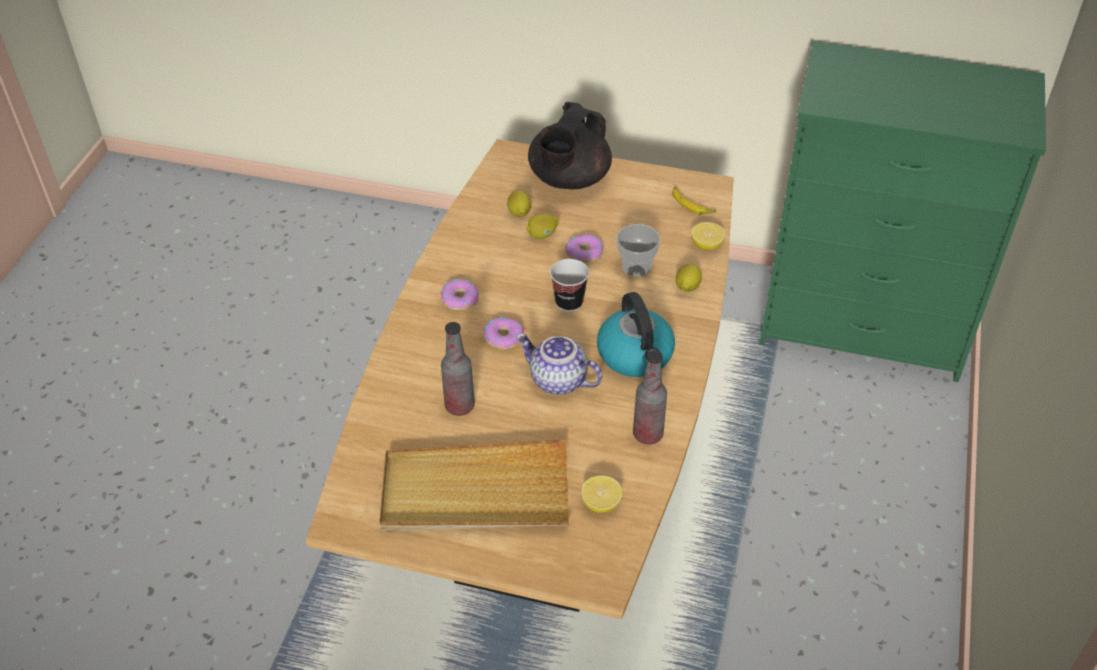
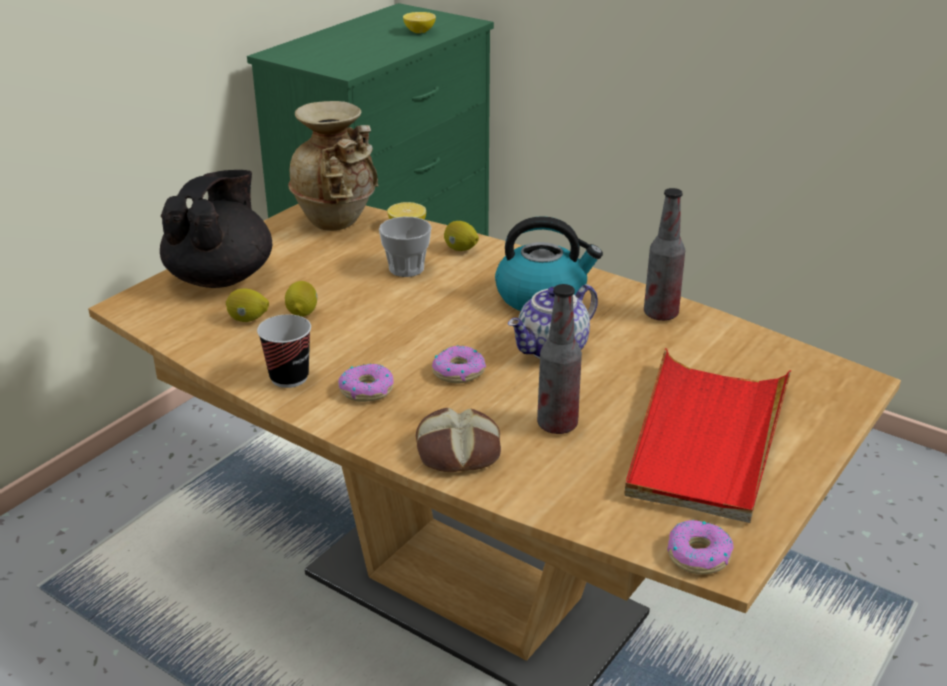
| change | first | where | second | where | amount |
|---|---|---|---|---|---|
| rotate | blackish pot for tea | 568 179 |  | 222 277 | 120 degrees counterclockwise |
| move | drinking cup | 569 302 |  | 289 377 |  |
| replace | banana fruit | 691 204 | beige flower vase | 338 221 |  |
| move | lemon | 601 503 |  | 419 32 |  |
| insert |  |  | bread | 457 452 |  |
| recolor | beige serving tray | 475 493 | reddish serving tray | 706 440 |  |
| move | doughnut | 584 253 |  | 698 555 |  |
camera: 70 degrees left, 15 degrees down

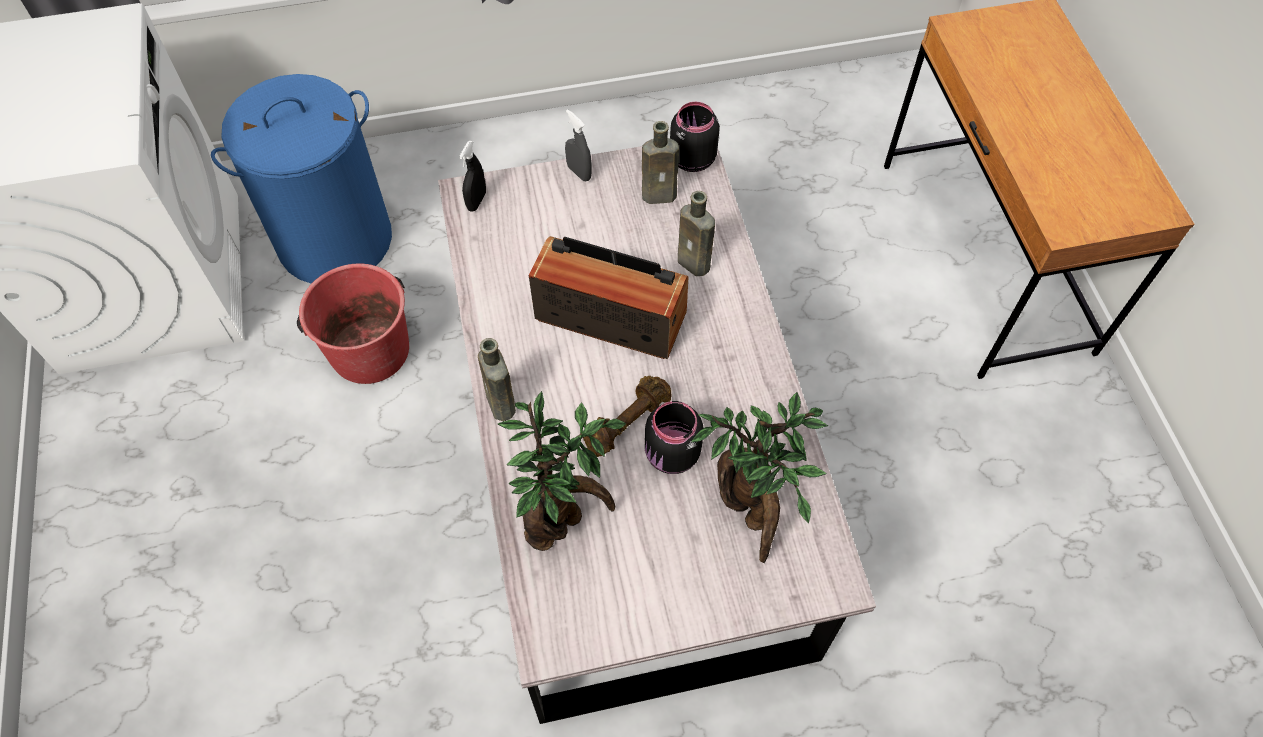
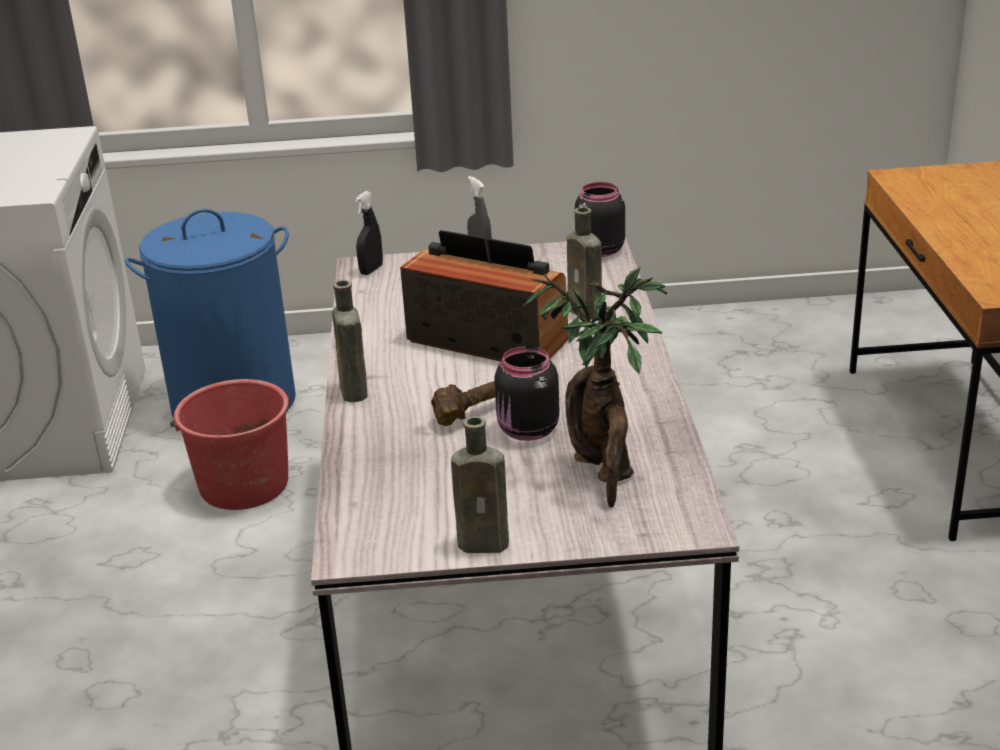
| change | first | where | second | where | amount |
|---|---|---|---|---|---|
| move | brown-coloured drink bottle | 661 195 |  | 487 543 |  |
| delete | houseplant | 563 523 |  |  |  |
camera: 10 degrees right, 30 degrees down

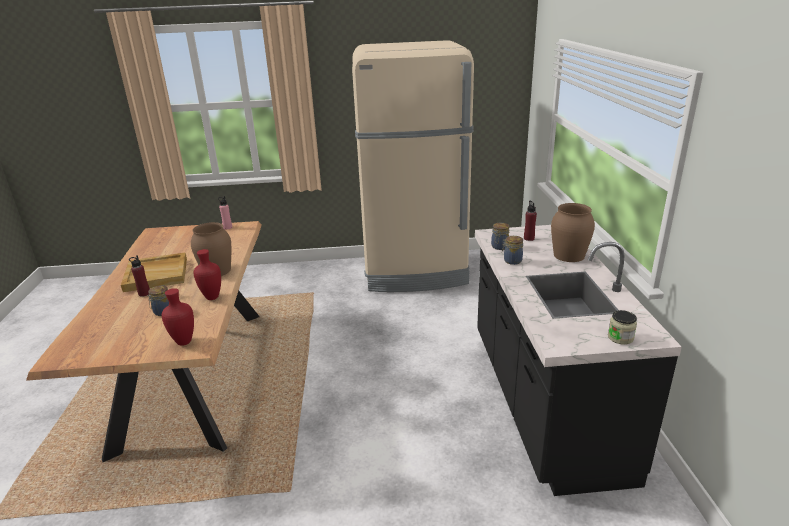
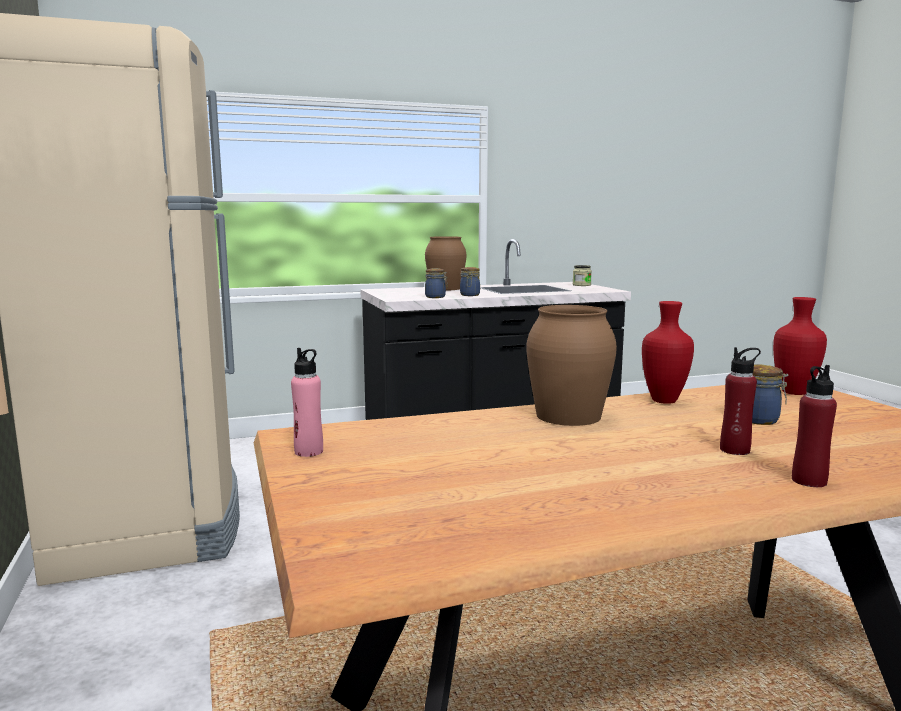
| change | first | where | second | where | amount |
|---|---|---|---|---|---|
| move | reddish drink bottle | 529 238 |  | 809 481 |  |
| delete | beige serving tray | 157 274 |  |  |  |
camera: 105 degrees left, 15 degrees down

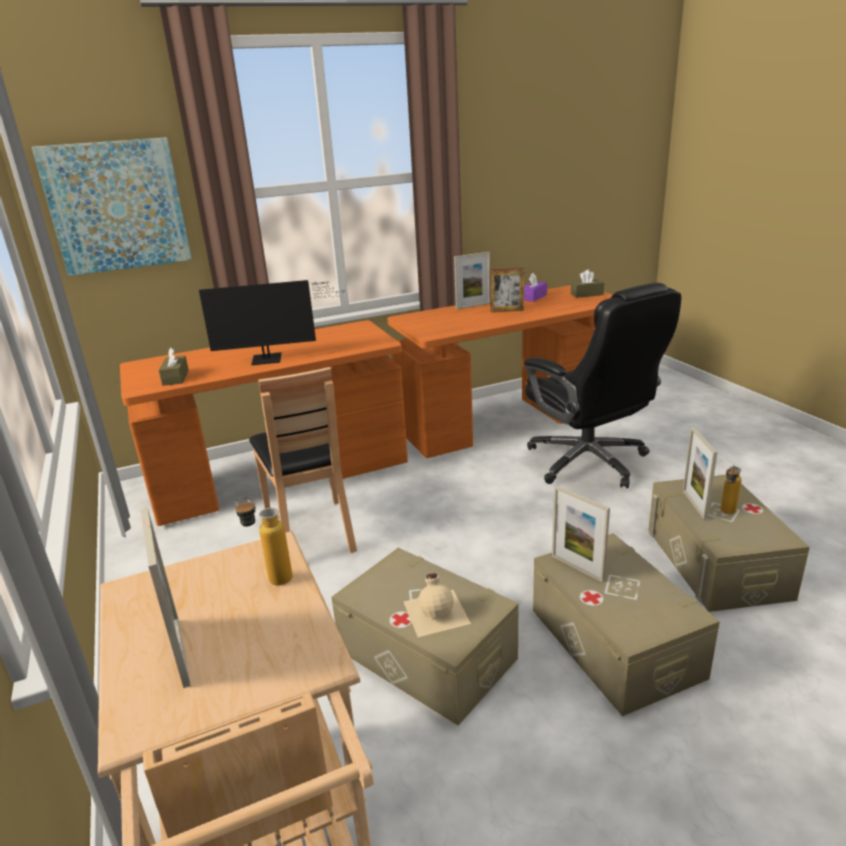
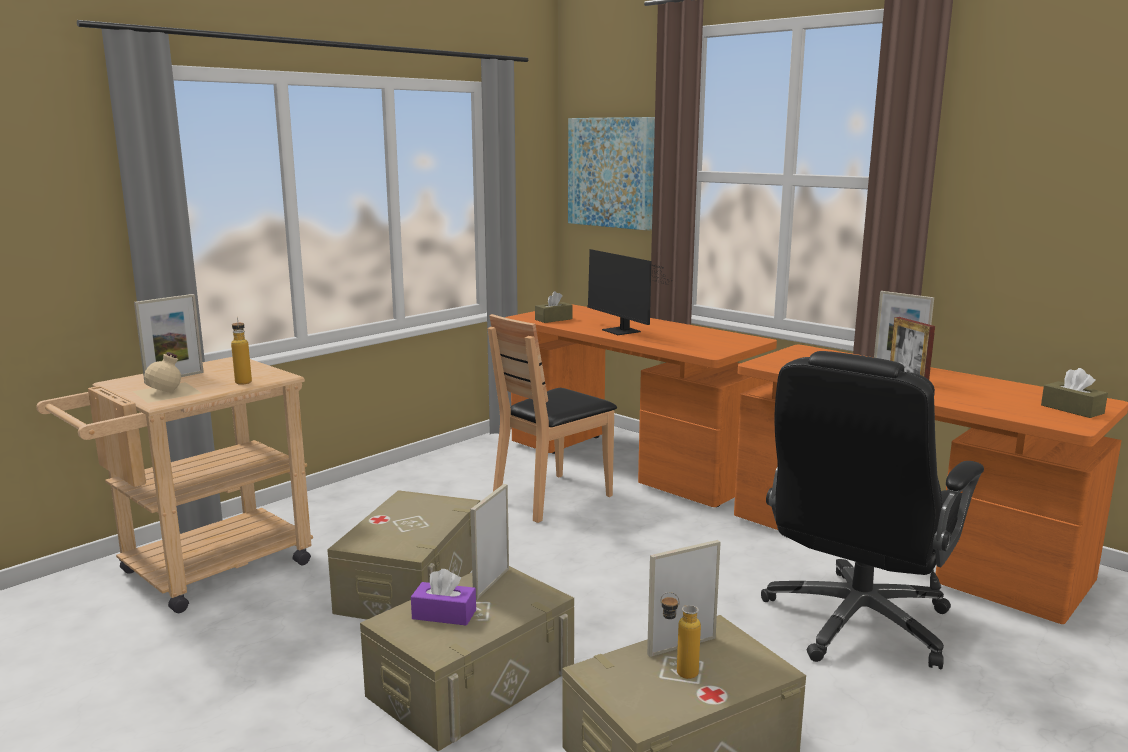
| change | first | where | second | where | amount |
|---|---|---|---|---|---|
| move | beige drink bottle | 436 611 |  | 168 392 |  |
| move | purplish tissue box | 533 297 |  | 444 614 |  |
camera: 65 degrees right, 10 degrees down

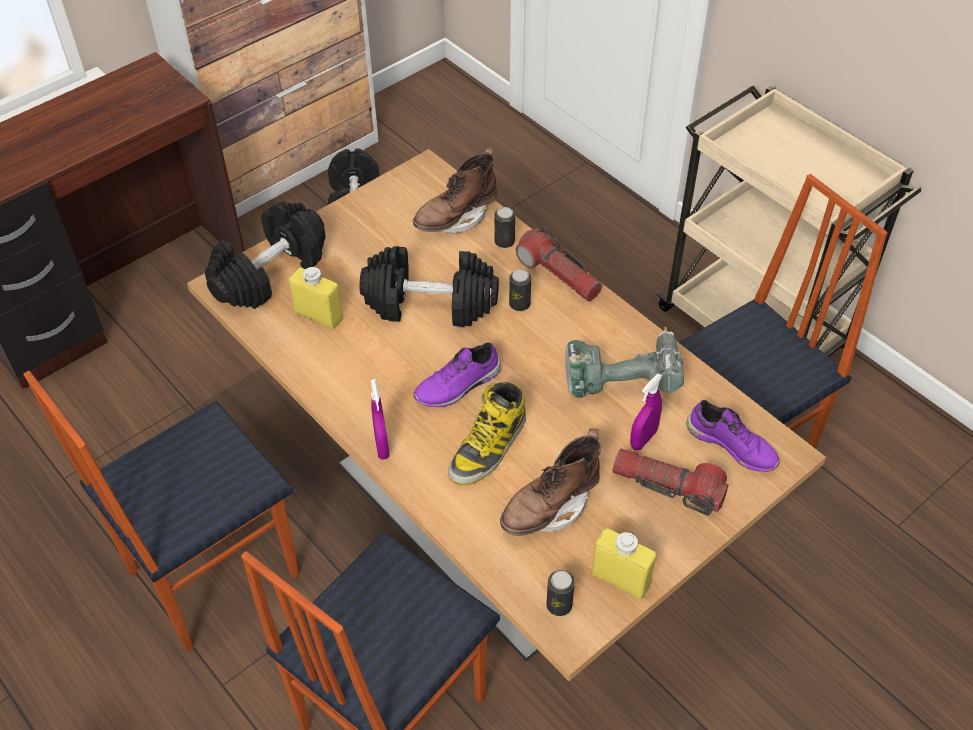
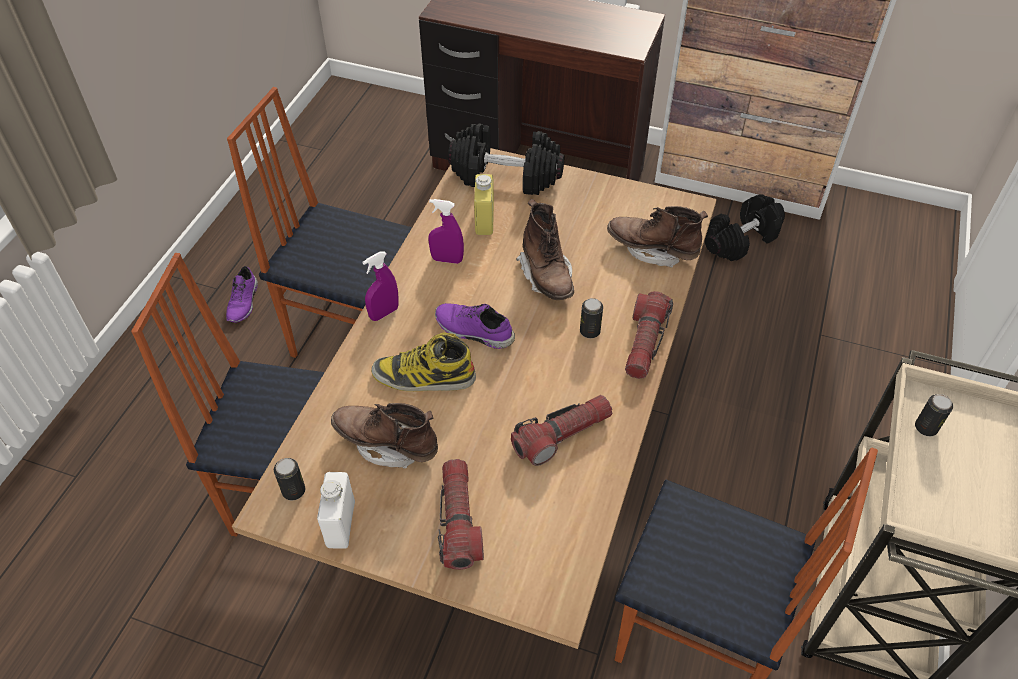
| change | first | where | second | where | amount |
|---|---|---|---|---|---|
| move | purplish shoe | 732 445 |  | 244 302 |  |
| recolor | yellowish drink bottle | 620 579 | white drink bottle | 340 524 |  |
| move | purplish spray bottle | 643 439 |  | 447 260 |  |
| replace | power drill | 621 376 | flashlight | 562 435 |  |
| replace | blackish hand weight | 431 303 | brown-coloured boot | 546 276 |  |
| move | metal can | 504 242 |  | 925 428 |  |
camera: 60 degrees right, 0 degrees up

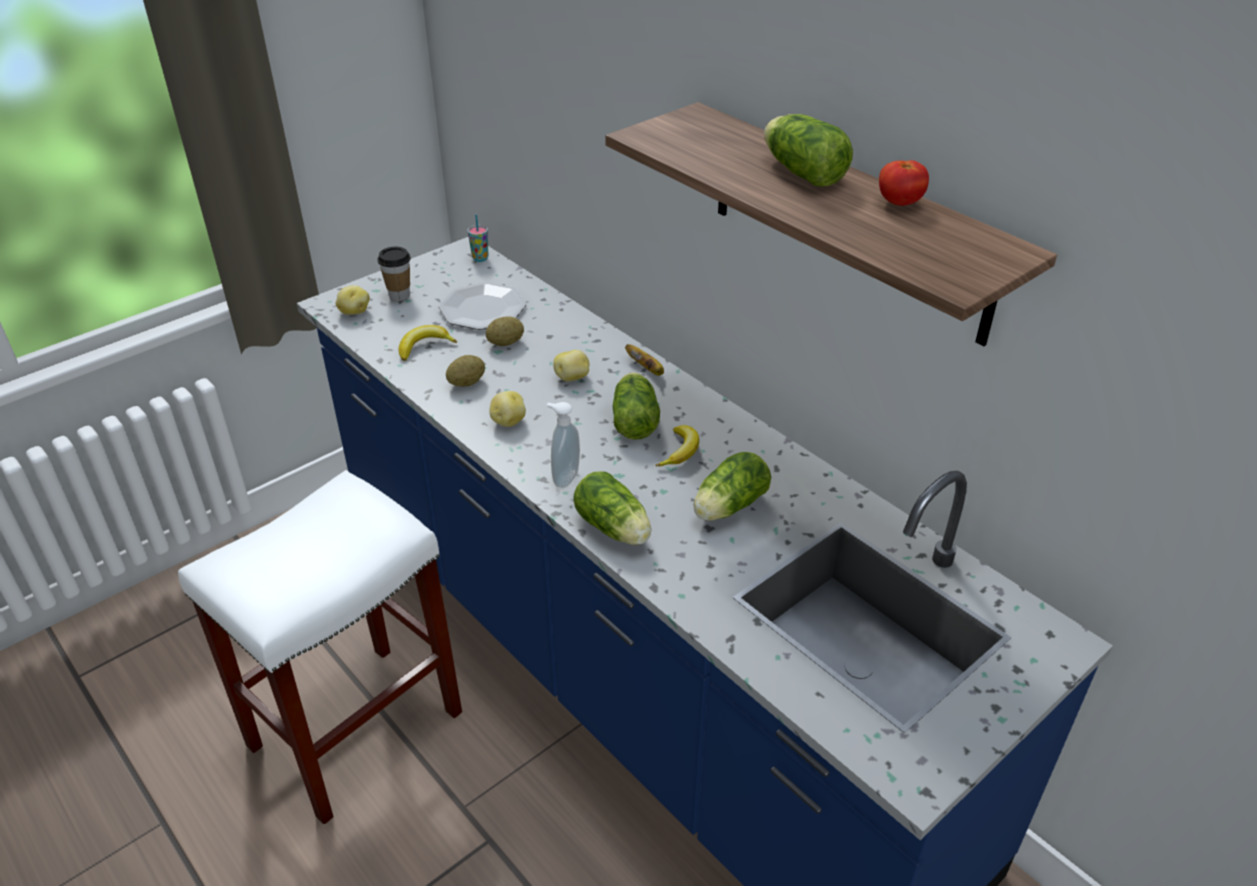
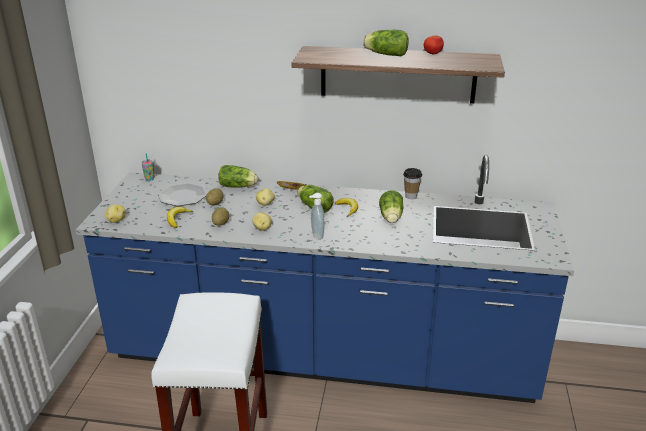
| change | first | where | second | where | amount |
|---|---|---|---|---|---|
| move | head of lettuce | 615 529 |  | 239 186 |  |
| move | drinking cup | 399 295 |  | 411 196 |  |
camera: 40 degrees left, 10 degrees down

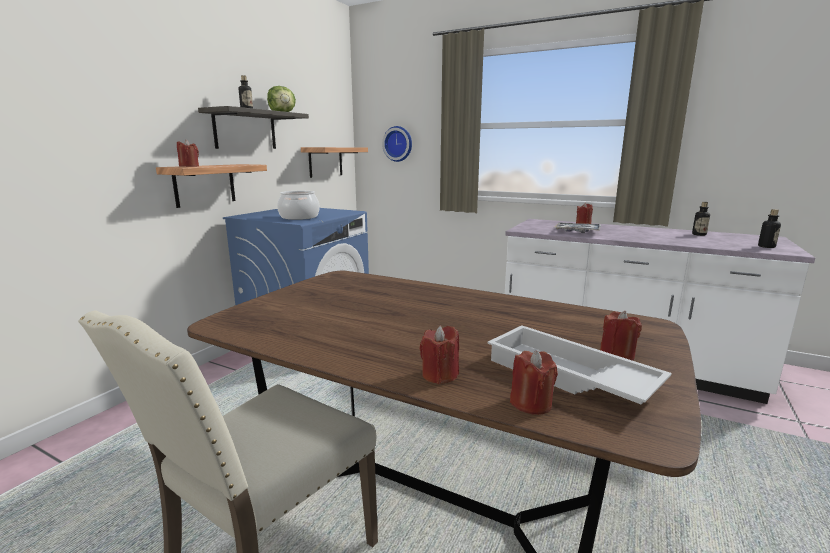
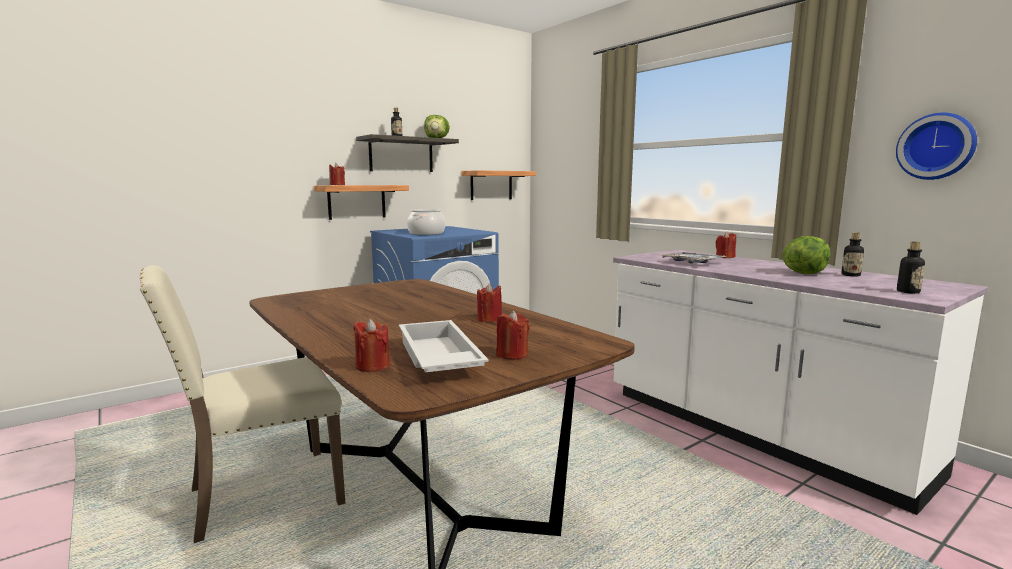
| change | first | where | second | where | amount |
|---|---|---|---|---|---|
| move | reddish candle | 439 375 |  | 489 319 |  |
| insert |  |  | head of lettuce | 804 273 |  |
| move | clock on the wall | 398 144 |  | 936 146 |  |
camera: 25 degrees right, 5 degrees down

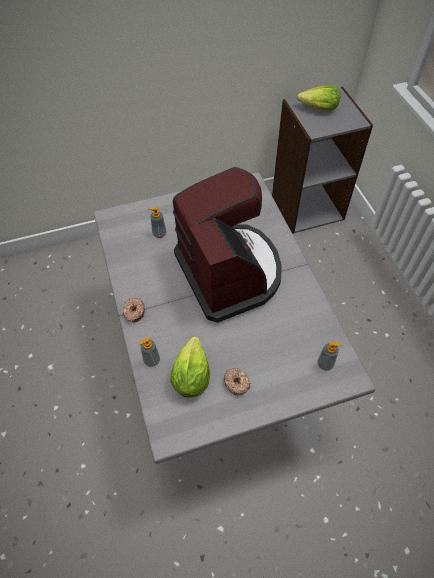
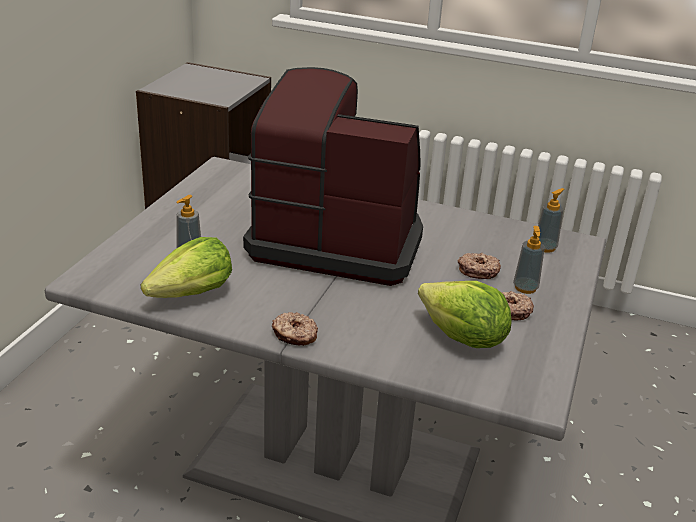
| change | first | where | second | where | amount |
|---|---|---|---|---|---|
| move | head of lettuce | 319 108 |  | 192 294 |  |
| insert |  |  | doughnut | 478 271 |  |
| move | liquid soap bottle | 152 360 |  | 525 288 |  |
camera: 55 degrees left, 25 degrees down

